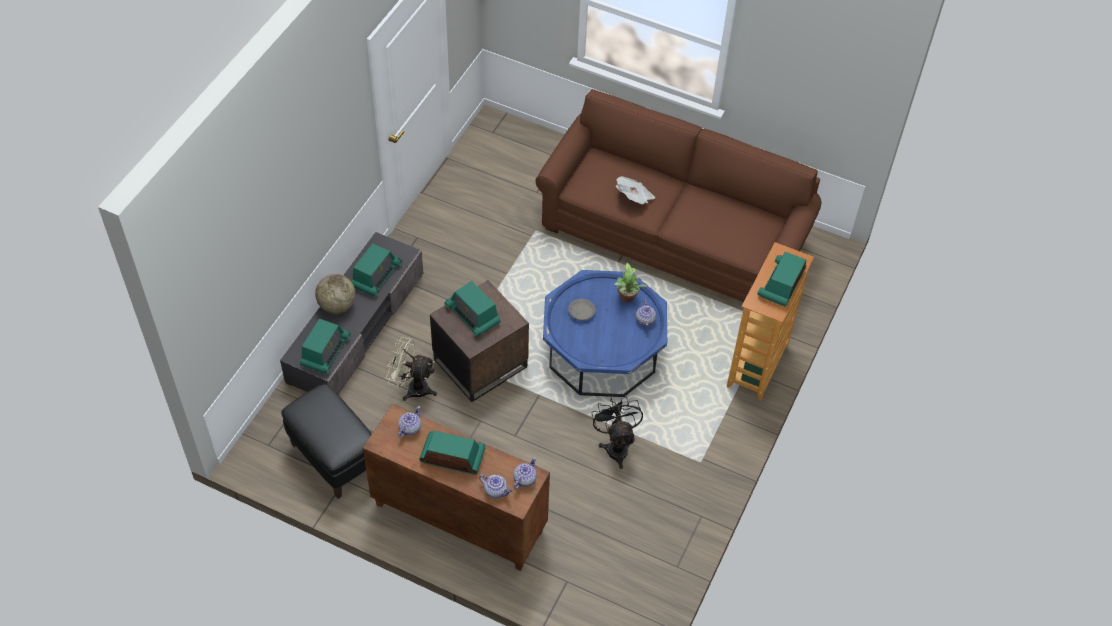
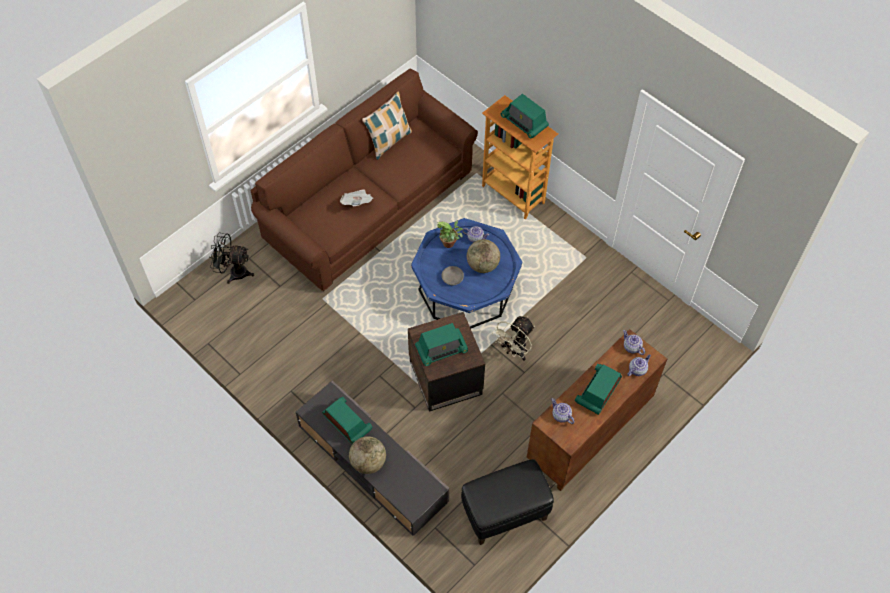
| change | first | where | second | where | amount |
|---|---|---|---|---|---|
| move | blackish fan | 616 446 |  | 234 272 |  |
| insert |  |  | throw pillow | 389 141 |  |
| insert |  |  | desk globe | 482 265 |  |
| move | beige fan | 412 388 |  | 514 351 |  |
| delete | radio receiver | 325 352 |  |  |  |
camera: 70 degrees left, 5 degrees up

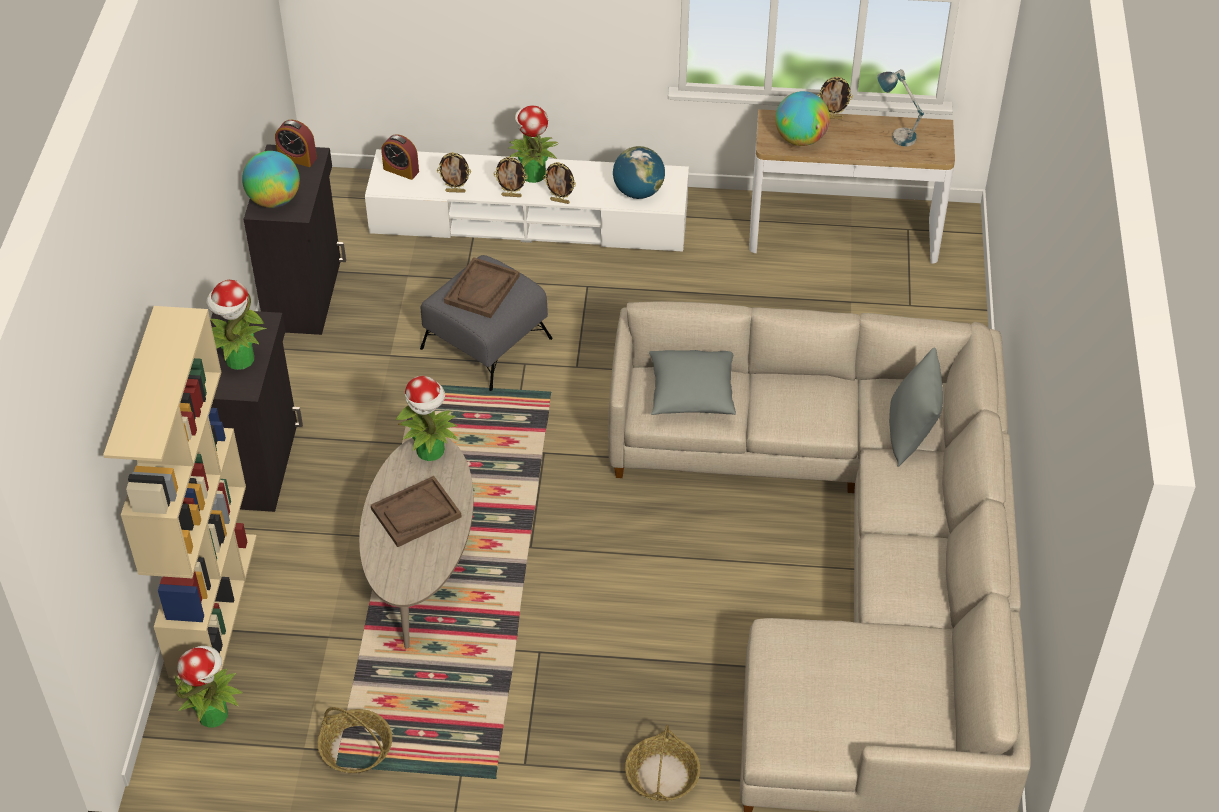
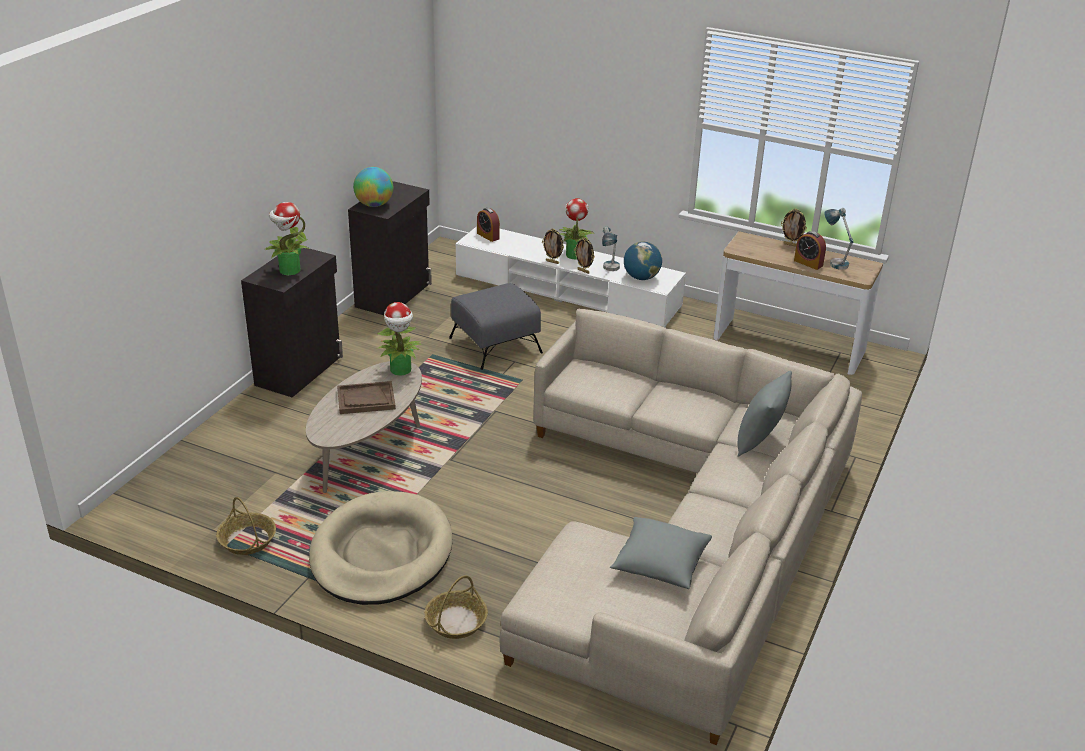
| change | first | where | second | where | amount |
|---|---|---|---|---|---|
| insert |  |  | beige pet bed | 381 554 |  |
| insert |  |  | lamp for a table | 609 270 |  |
| move | gray throw pillow | 691 394 |  | 659 565 |  |
| move | bedside clock | 297 158 |  | 808 263 |  |
| delete | beige shelving unit | 213 604 |  |  |  |
| delete | houseplant | 213 714 |  |  |  |
| delete | photo frame | 455 191 |  |  |  |
| delete | brown-coloured serving tray | 482 290 |  |  |  |
| delete | desk globe | 800 139 |  |  |  |
camera: 20 degrees right, 15 degrees down

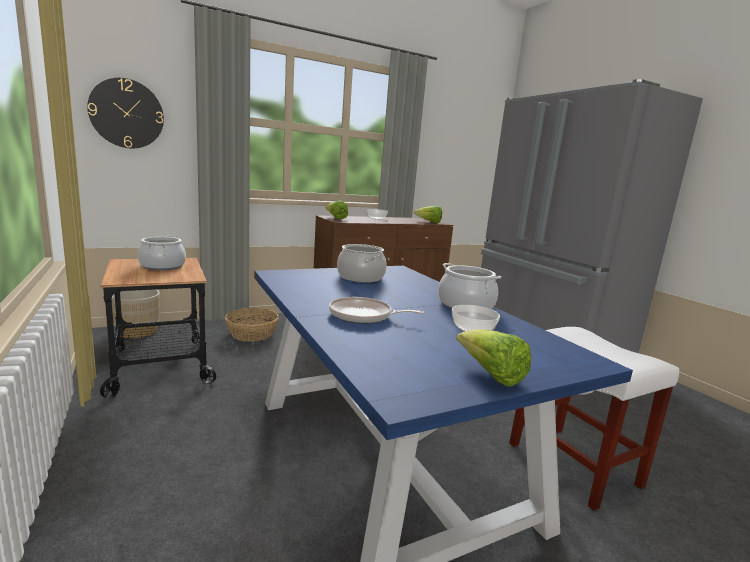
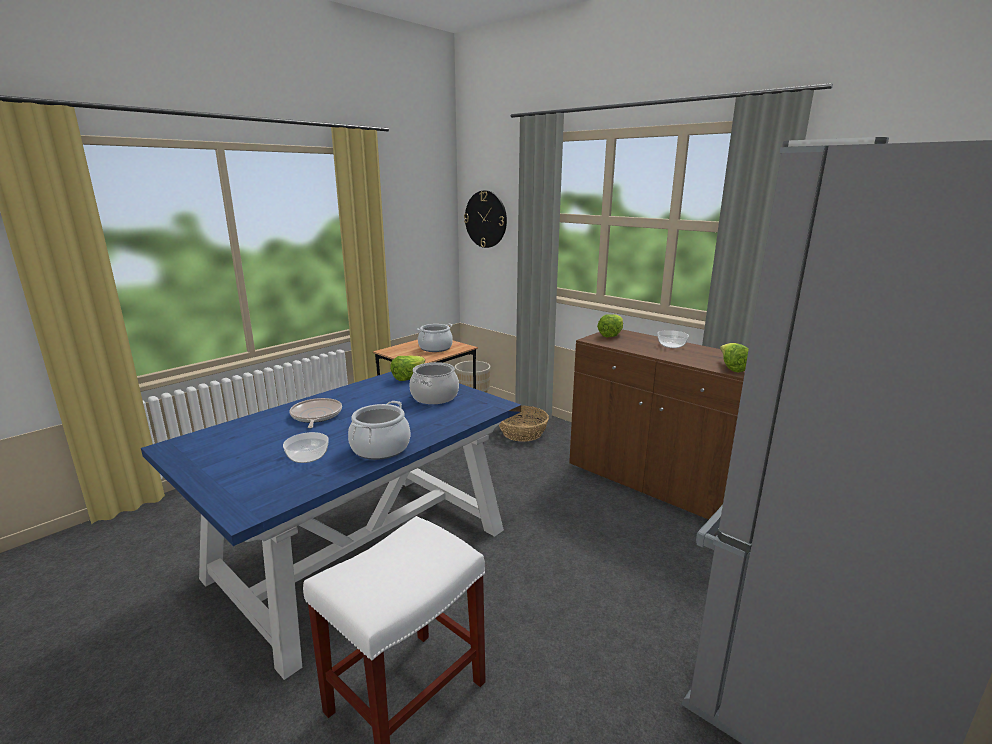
| change | first | where | second | where | amount |
|---|---|---|---|---|---|
| move | head of lettuce | 491 375 |  | 408 377 |  |
camera: 70 degrees right, 5 degrees up

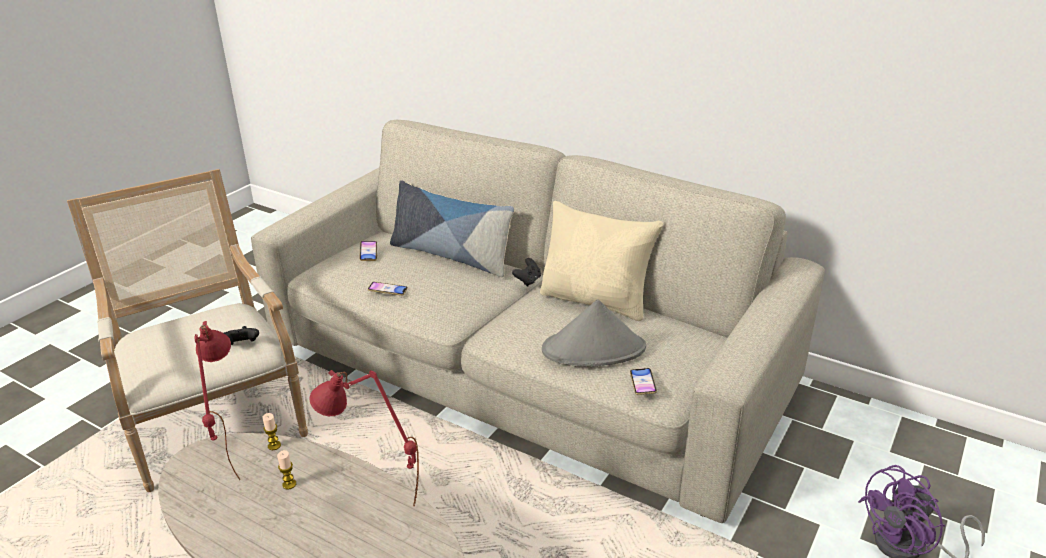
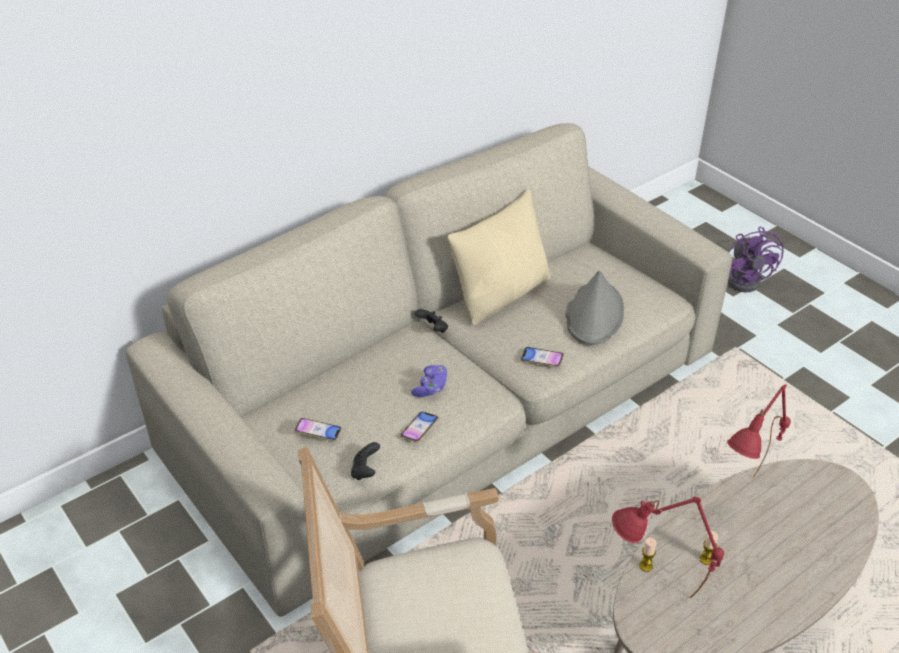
| change | first | where | second | where | amount |
|---|---|---|---|---|---|
| move | blackish game controller | 242 345 |  | 365 471 |  |
| insert |  |  | purplish game controller | 431 388 |  |
| move | telephone | 642 384 |  | 542 359 |  |
| delete | throw pillow | 451 255 |  |  |  |
camera: 70 degrees left, 10 degrees up

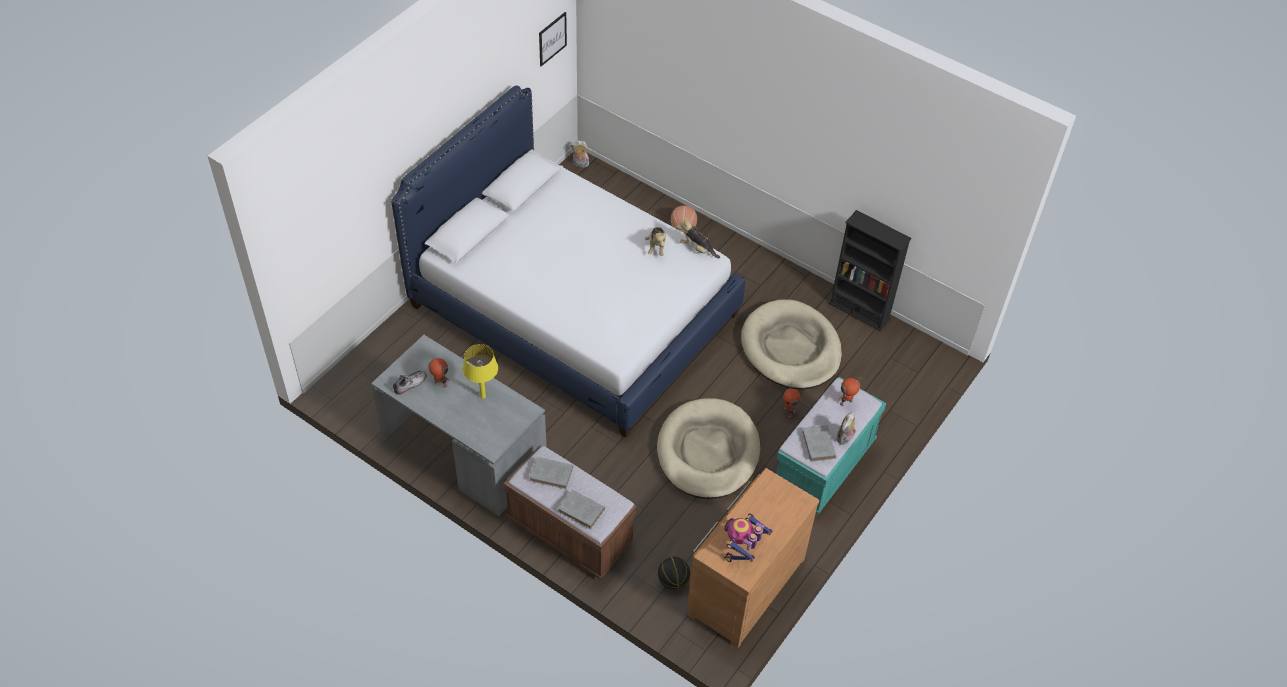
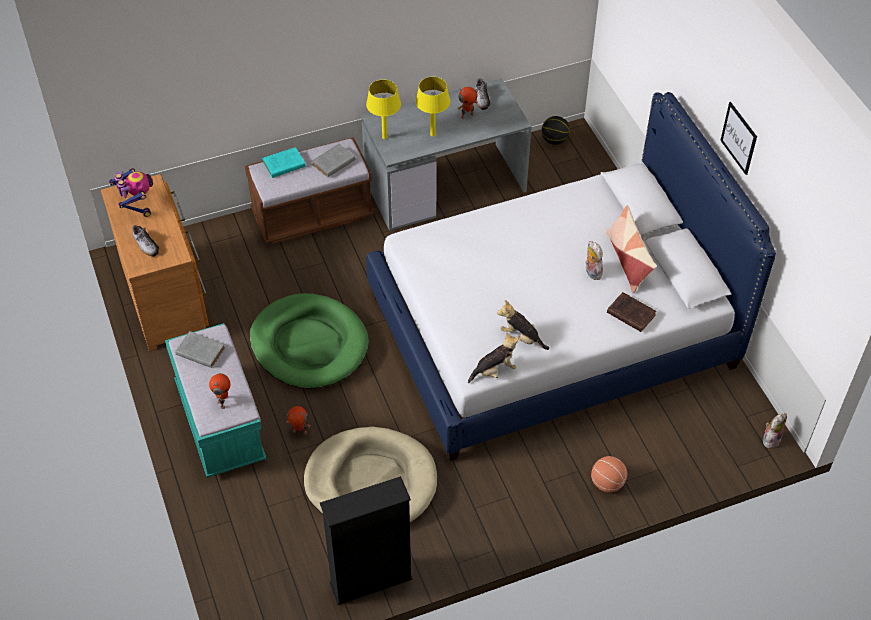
| change | first | where | second | where | amount |
|---|---|---|---|---|---|
| insert |  |  | shoe | 146 245 |  |
| recolor | beige pet bed | 708 452 | green pet bed | 309 344 |  |
| recolor | gray bound book | 582 511 | blue-green bound book | 283 165 |  |
| insert |  |  | yellowish lamp for a table | 385 137 |  |
| move | basketball ball | 673 580 |  | 554 140 |  |
| move | cuddly toy | 845 439 |  | 591 272 |  |
| insert |  |  | throw pillow | 628 260 |  |
| insert |  |  | brown-coloured bound book | 630 313 |  |
| move | wall art | 552 39 |  | 739 138 |  |
camera: 125 degrees right, 0 degrees up

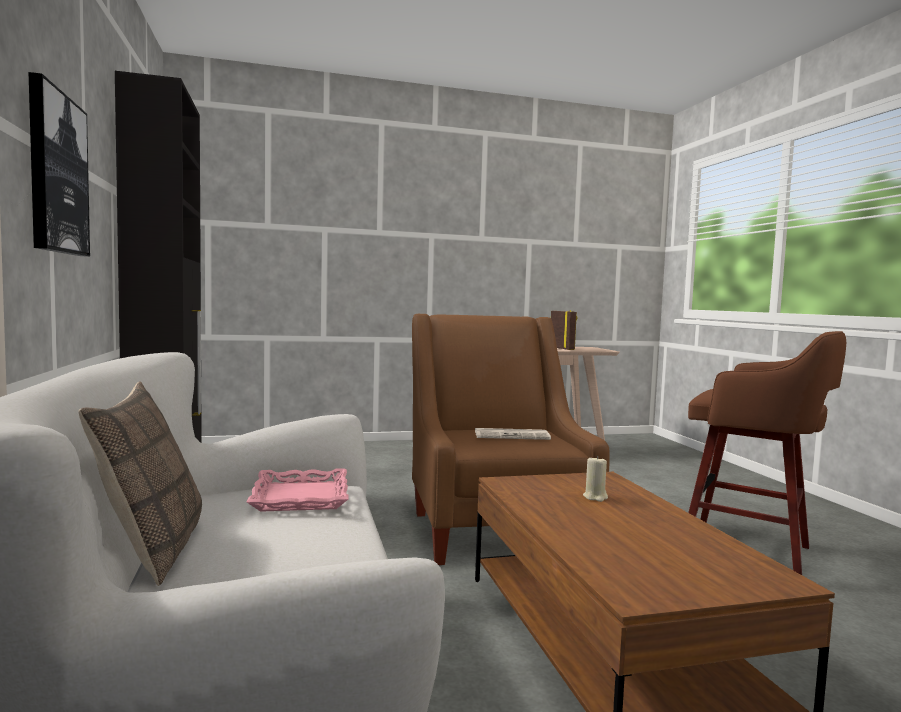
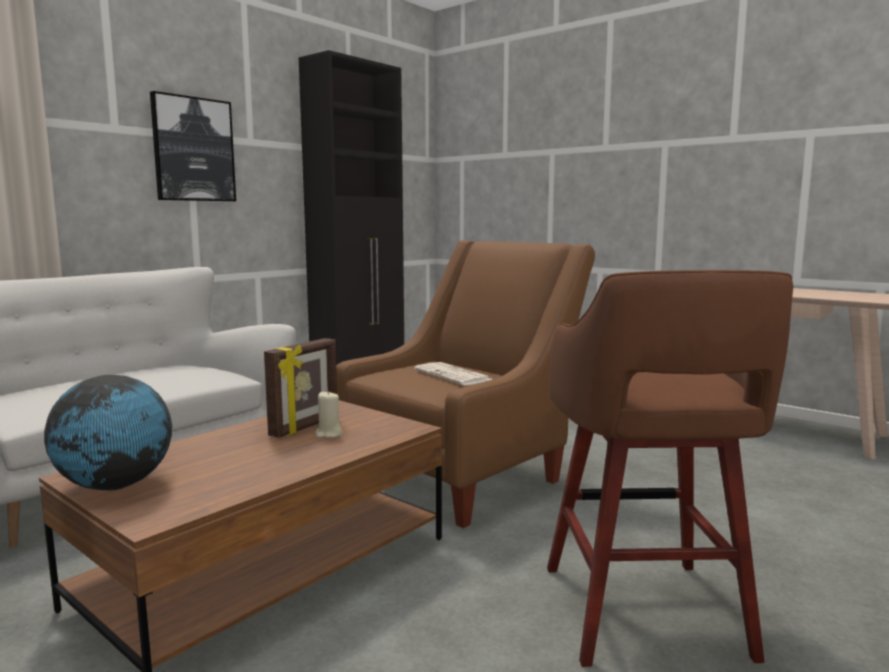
| change | first | where | second | where | amount |
|---|---|---|---|---|---|
| insert |  |  | desk globe | 115 486 |  |
| move | photo frame | 562 348 |  | 305 427 |  |
| delete | throw pillow | 151 549 |  |  |  |
| delete | pinkish serving tray | 300 497 |  |  |  |
camera: 55 degrees right, 5 degrees up

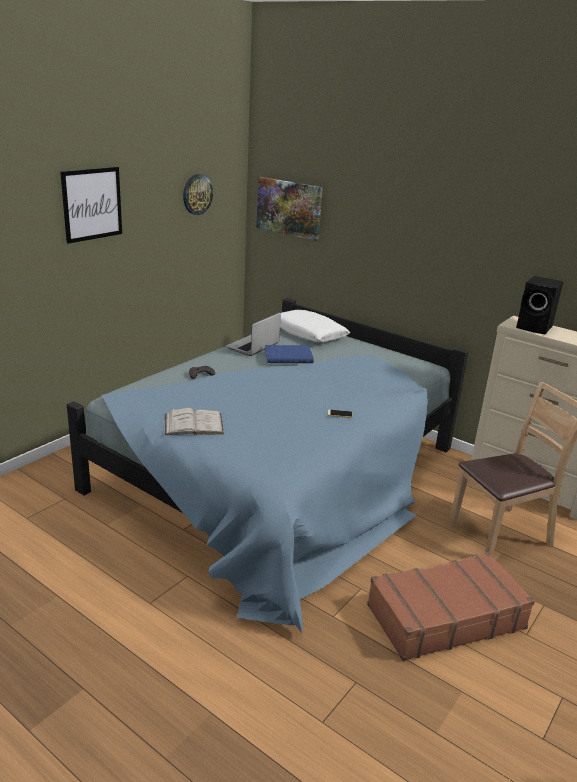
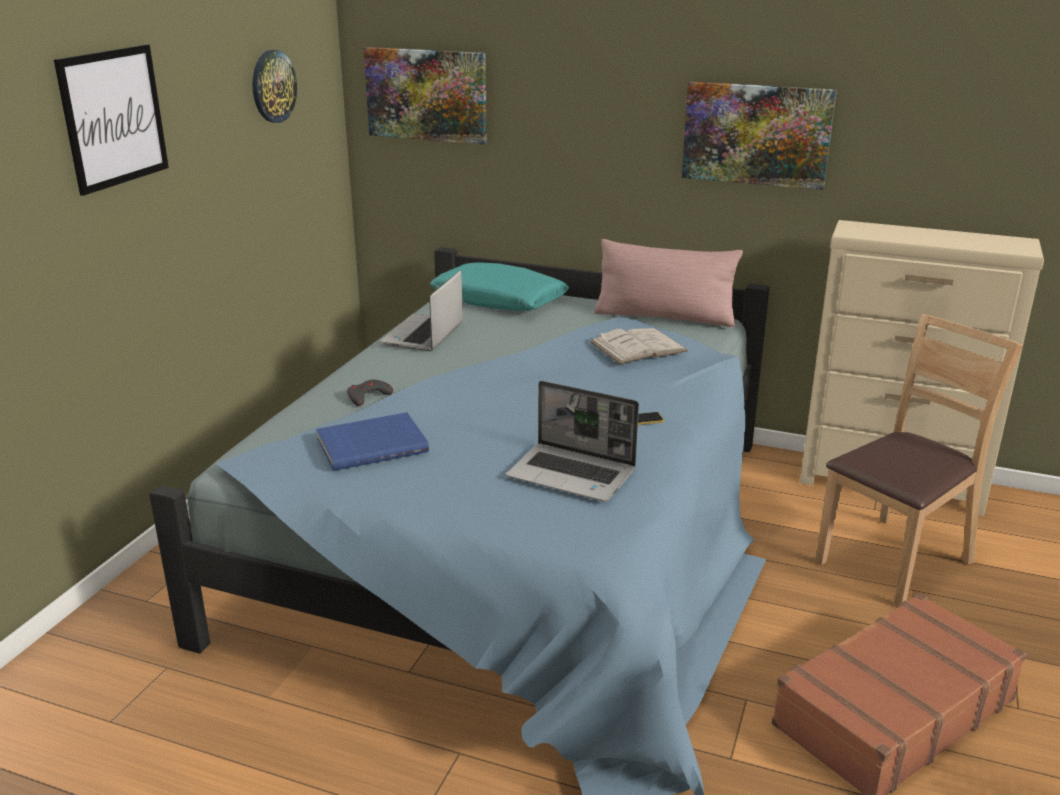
| change | first | where | second | where | amount |
|---|---|---|---|---|---|
| move | blue bound book | 288 356 |  | 371 444 |  |
| recolor | white throw pillow | 308 334 | blue-green throw pillow | 499 300 |  |
| insert |  |  | laptop | 573 474 |  |
| move | white bound book | 193 424 |  | 638 346 |  |
| insert |  |  | pinkish throw pillow | 664 317 |  |
| insert |  |  | wall art | 756 134 |  |
| delete | blackish audio speaker | 535 327 |  |  |  |
camera: 15 degrees left, 0 degrees up

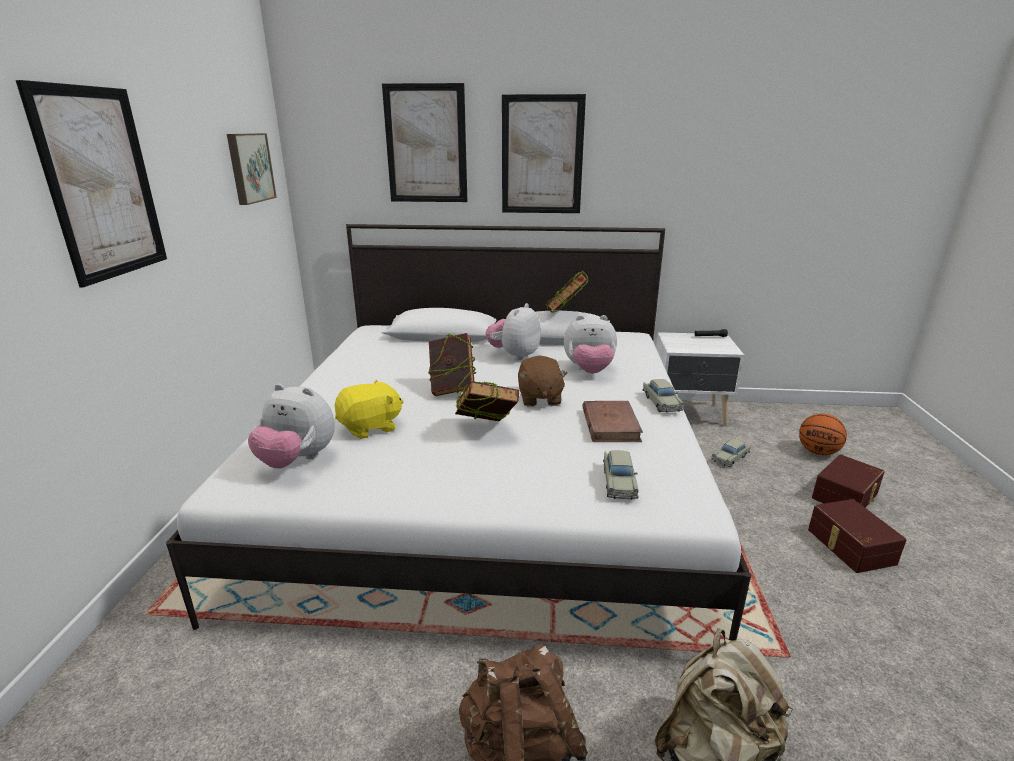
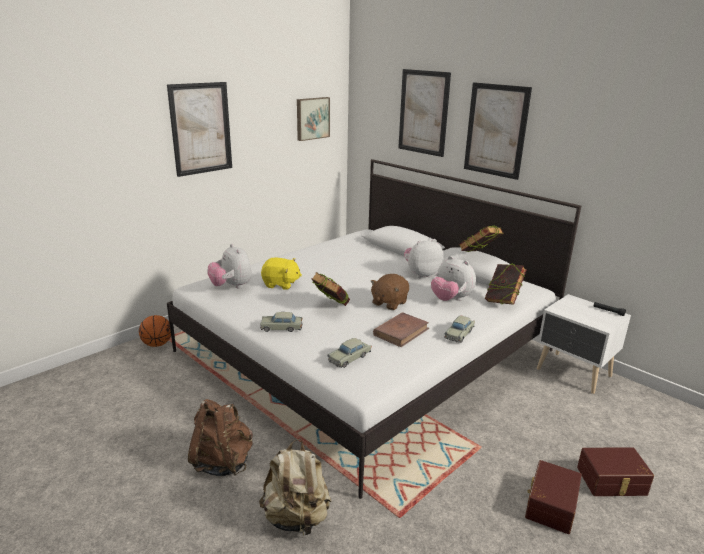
| change | first | where | second | where | amount |
|---|---|---|---|---|---|
| move | basketball ball | 817 452 |  | 157 344 |  |
| move | beige toy car | 730 458 |  | 281 328 |  |
| move | bound book | 452 390 |  | 503 301 |  |
camera: 40 degrees right, 0 degrees up

